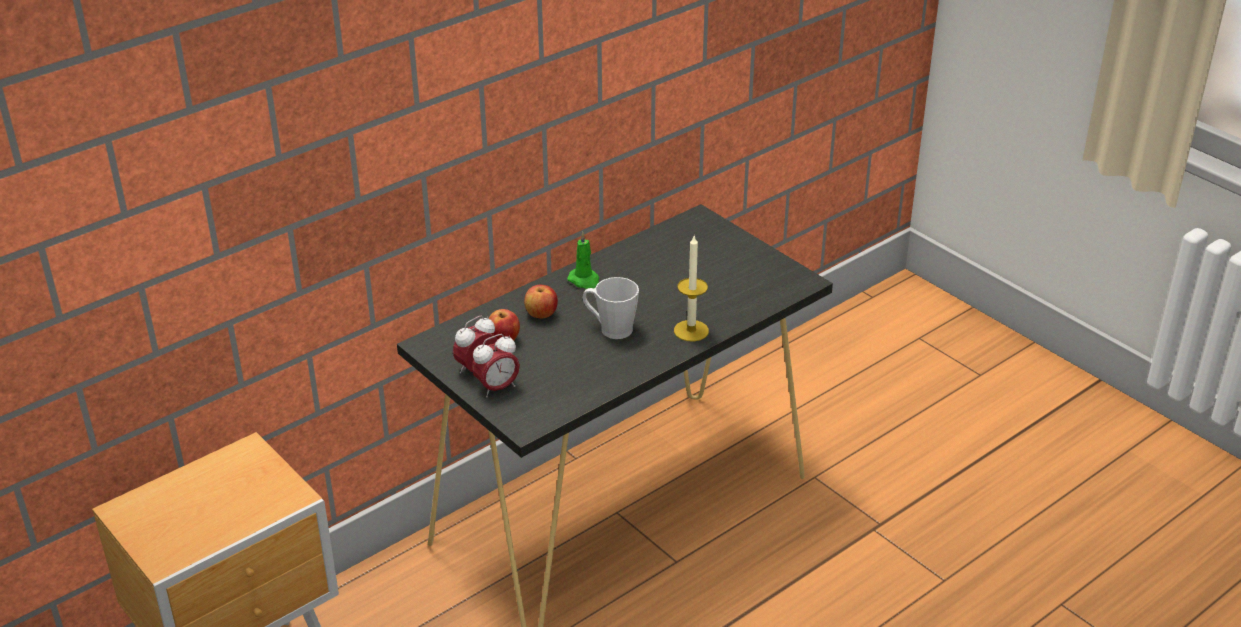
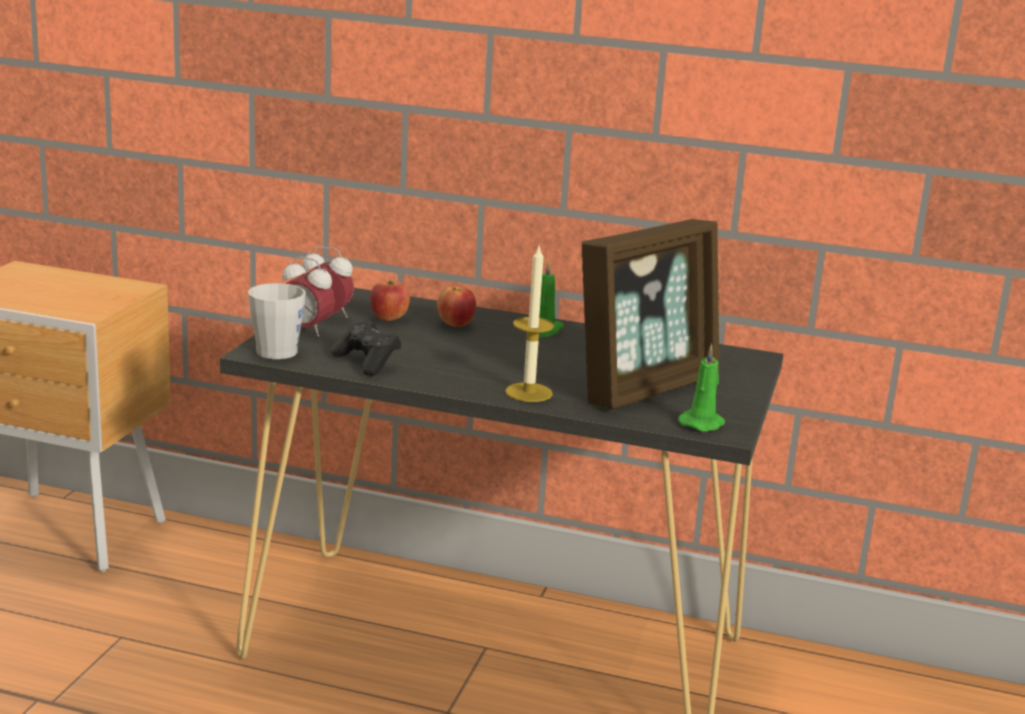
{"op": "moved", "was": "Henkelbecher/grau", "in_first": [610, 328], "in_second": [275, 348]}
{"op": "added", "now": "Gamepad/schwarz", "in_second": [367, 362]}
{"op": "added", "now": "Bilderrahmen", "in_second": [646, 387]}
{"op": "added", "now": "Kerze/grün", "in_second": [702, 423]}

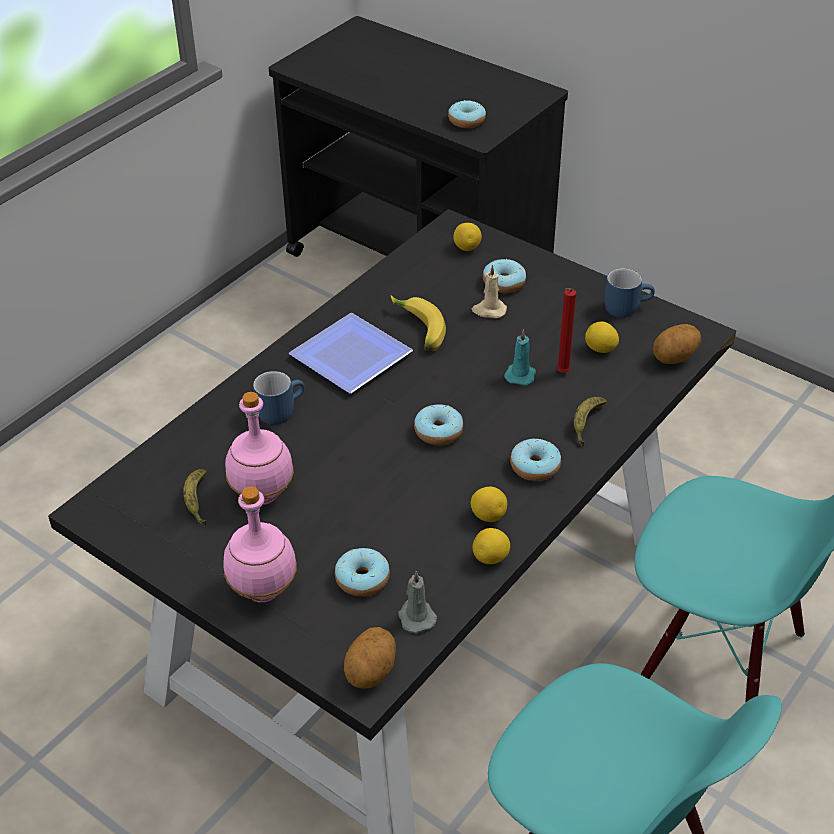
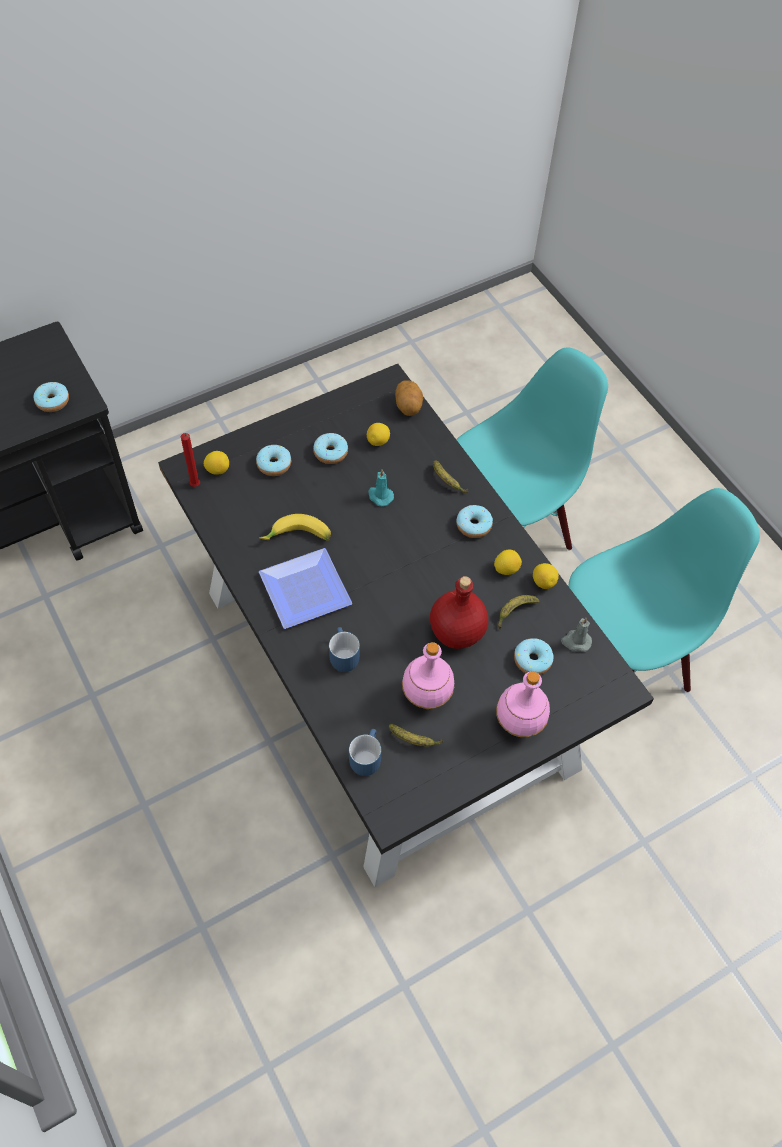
{"op": "moved", "was": "Kerze/rot", "in_first": [561, 374], "in_second": [196, 486]}
{"op": "moved", "was": "Donut", "in_first": [438, 432], "in_second": [330, 452]}
{"op": "moved", "was": "Henkelbecher/blau", "in_first": [626, 307], "in_second": [364, 757]}
{"op": "added", "now": "Flasche/rot", "in_second": [457, 633]}
{"op": "added", "now": "Banane", "in_second": [514, 612]}
{"op": "removed", "was": "Kartoffel", "in_first": [371, 672]}
{"op": "removed", "was": "Kerze/beige", "in_first": [489, 310]}

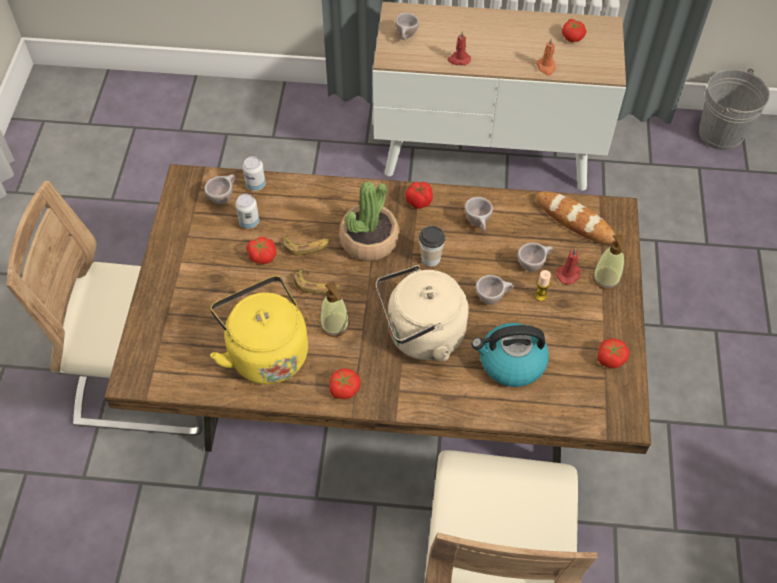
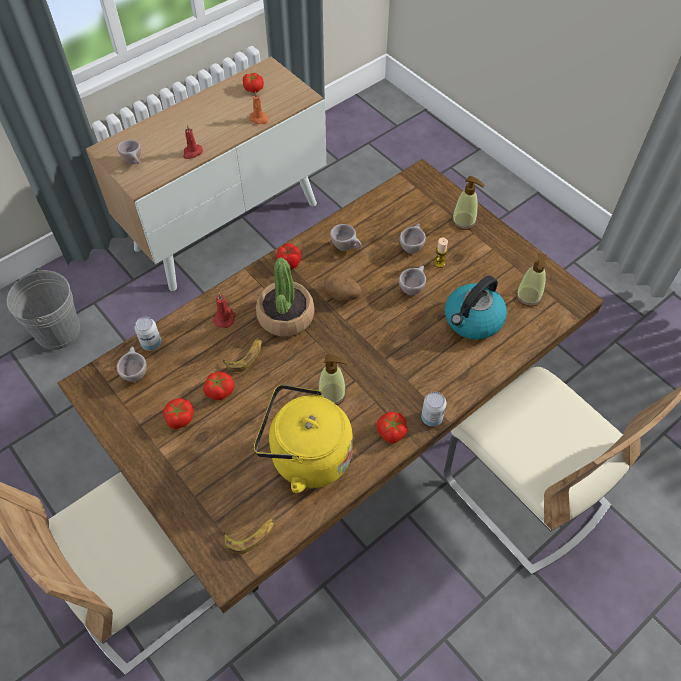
{"op": "moved", "was": "Eimer/grau", "in_first": [720, 134], "in_second": [58, 331]}
{"op": "moved", "was": "Tomate", "in_first": [610, 358], "in_second": [179, 418]}
{"op": "moved", "was": "Kerze/rot", "in_first": [569, 274], "in_second": [225, 317]}
{"op": "moved", "was": "Banane", "in_first": [317, 285], "in_second": [250, 536]}
{"op": "replaced", "was": "Tasse", "now": "Kartoffel", "in_first": [430, 258], "in_second": [342, 295]}
{"op": "moved", "was": "Dose", "in_first": [249, 222], "in_second": [431, 418]}
{"op": "added", "now": "Seifenspender", "in_second": [528, 297]}
{"op": "removed", "was": "Wasserkessel/beige", "in_first": [421, 335]}
{"op": "removed", "was": "Brot", "in_first": [574, 220]}

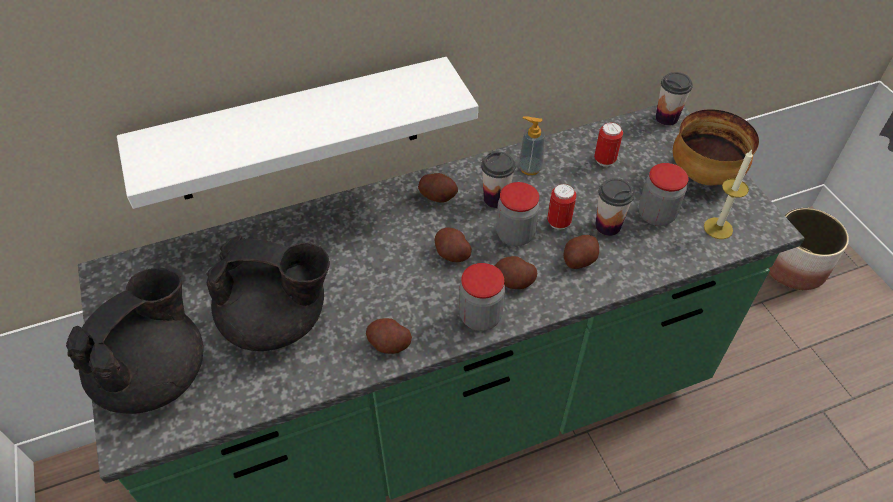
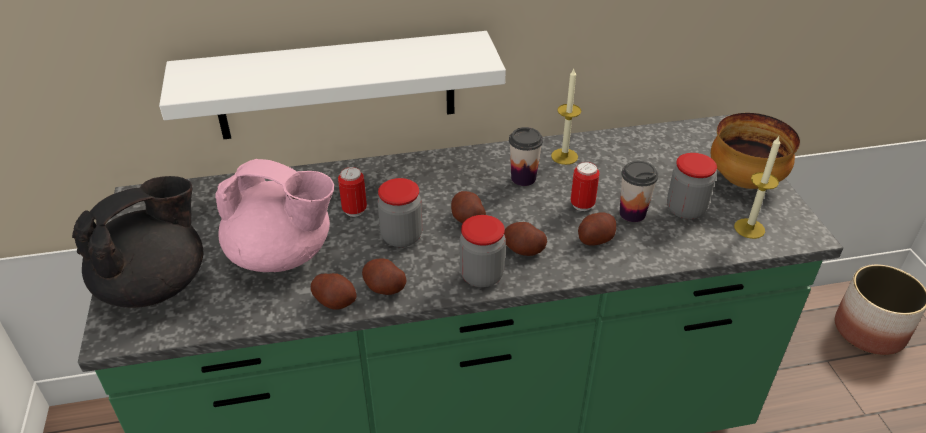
{"op": "recoloured", "was": "Teekanne/schwarz", "now": "Teekanne/rosa", "in_first": [277, 321], "in_second": [282, 254]}
{"op": "moved", "was": "Kartoffel", "in_first": [438, 196], "in_second": [335, 301]}
{"op": "moved", "was": "Dose", "in_first": [604, 160], "in_second": [354, 210]}
{"op": "moved", "was": "Vorratsglas", "in_first": [515, 234], "in_second": [401, 237]}
{"op": "replaced", "was": "Seifenspender", "now": "Kerze", "in_first": [530, 168], "in_second": [564, 156]}
{"op": "removed", "was": "Tasse", "in_first": [666, 118]}

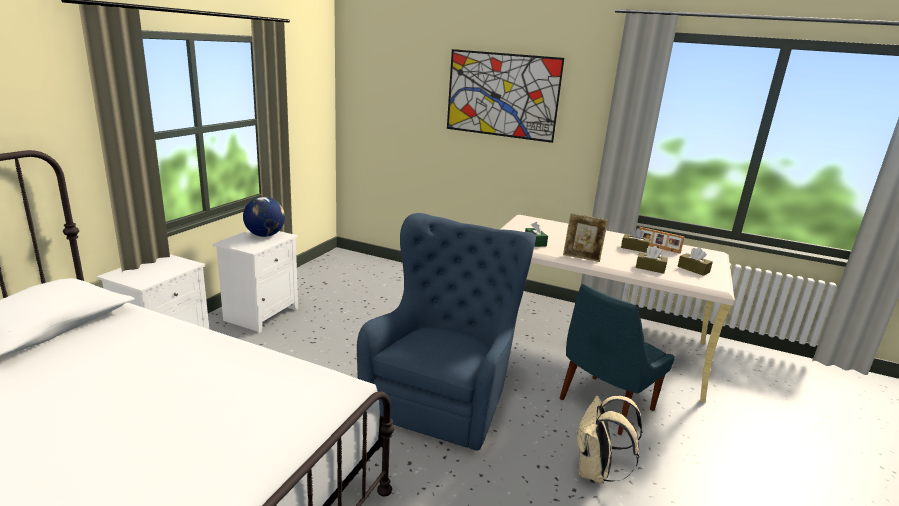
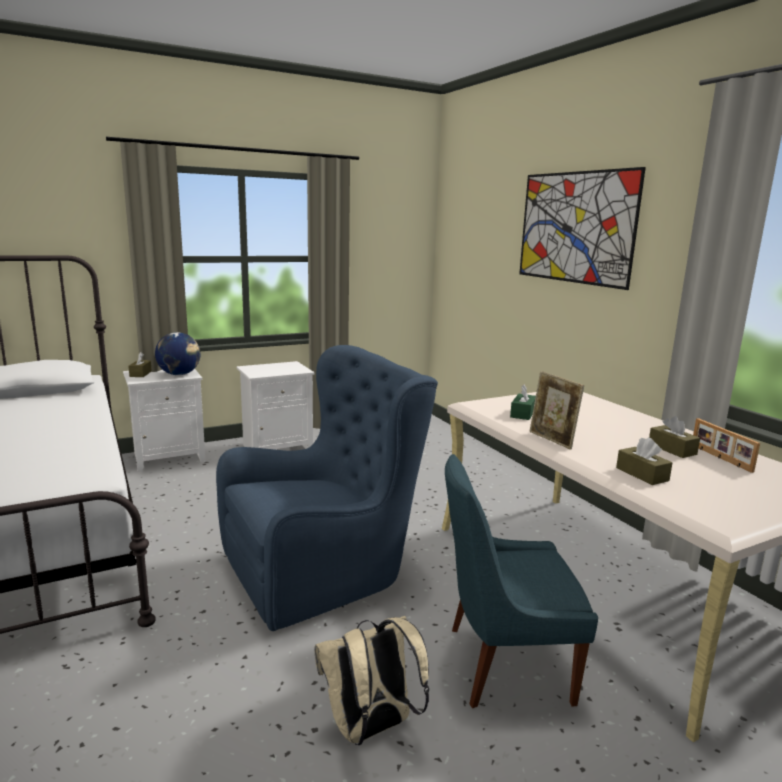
{"op": "moved", "was": "Taschentuchbox/braun", "in_first": [693, 269], "in_second": [141, 373]}
{"op": "moved", "was": "Globus", "in_first": [265, 235], "in_second": [179, 374]}

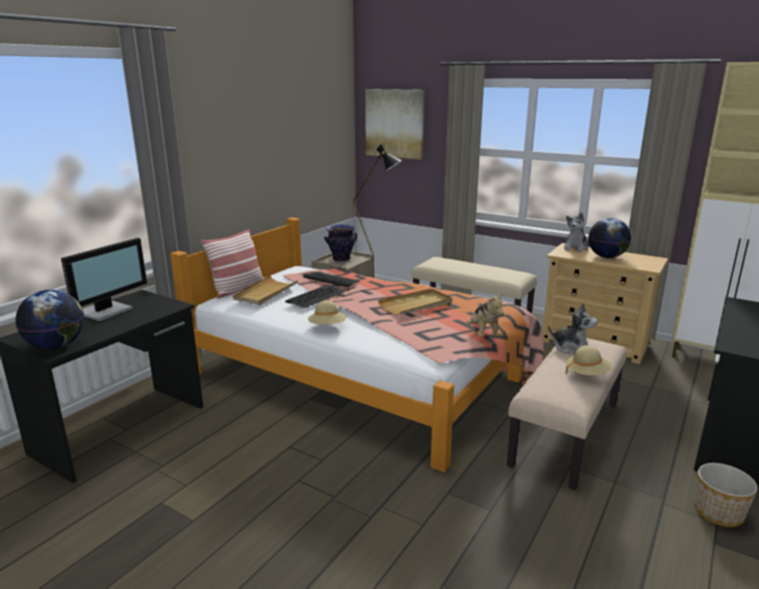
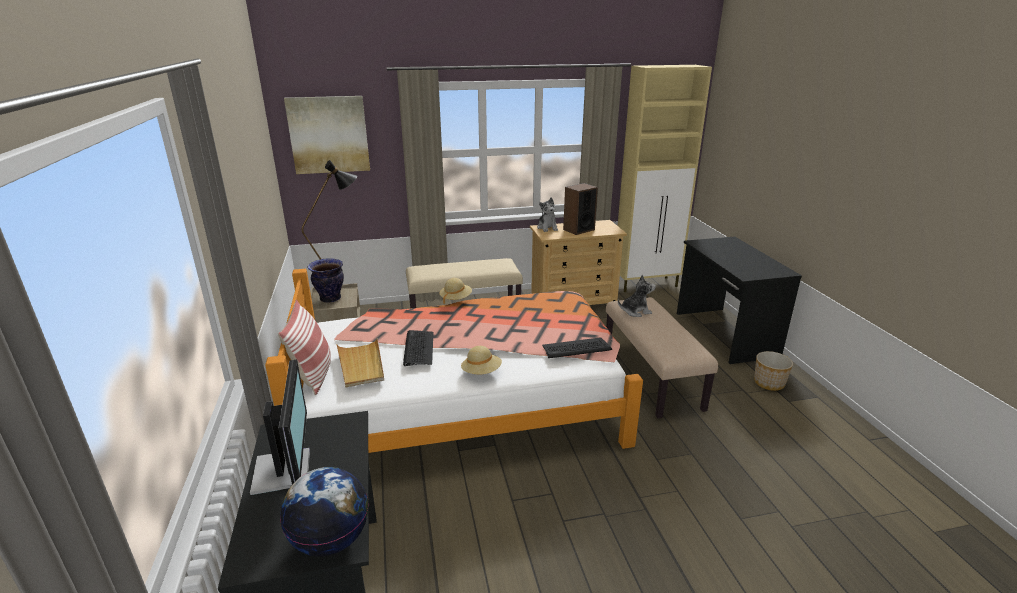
{"op": "moved", "was": "Hut/beige", "in_first": [587, 374], "in_second": [456, 299]}
{"op": "moved", "was": "Tastatur", "in_first": [331, 280], "in_second": [576, 348]}
{"op": "replaced", "was": "Globus", "now": "Lautsprecher", "in_first": [606, 257], "in_second": [578, 229]}
{"op": "removed", "was": "Tablett/beige", "in_first": [416, 304]}
{"op": "removed", "was": "Plüschtier", "in_first": [483, 333]}

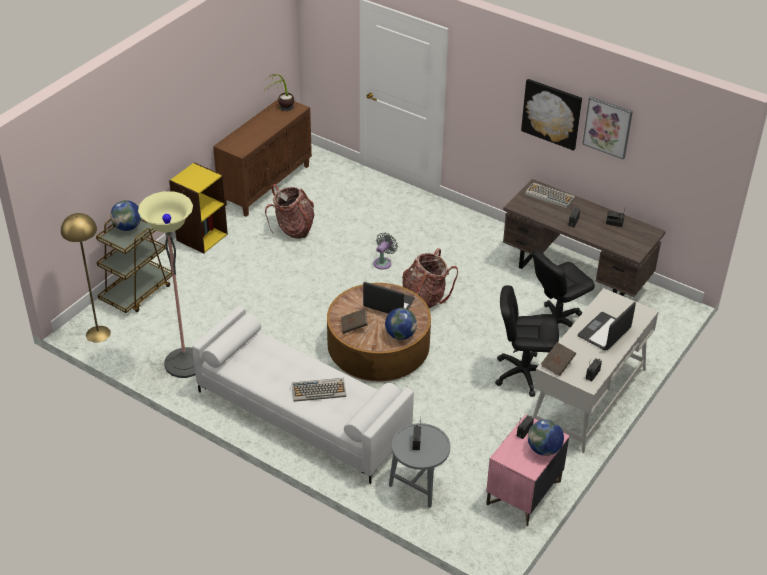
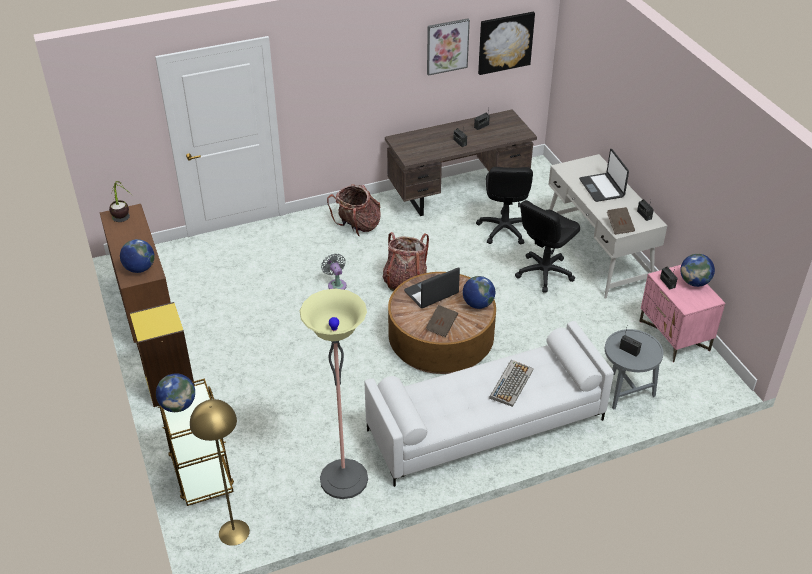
{"op": "added", "now": "Globus", "in_second": [140, 268]}
{"op": "moved", "was": "Rucksack", "in_first": [293, 229], "in_second": [358, 226]}
{"op": "moved", "was": "Bild", "in_first": [552, 113], "in_second": [505, 42]}
{"op": "removed", "was": "Tastatur", "in_first": [549, 196]}

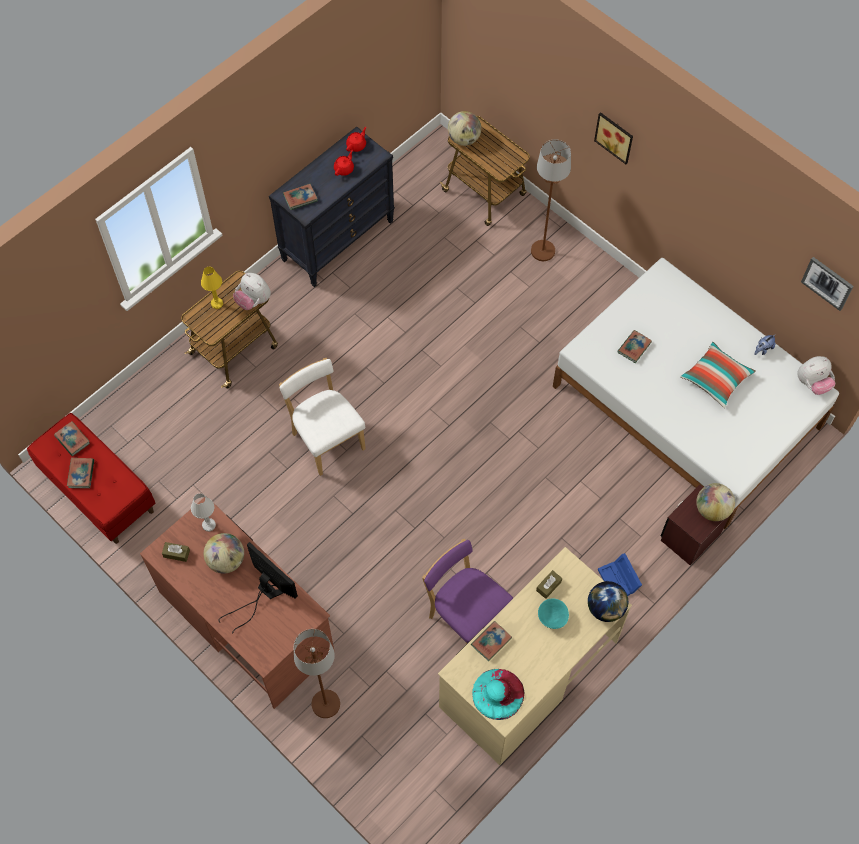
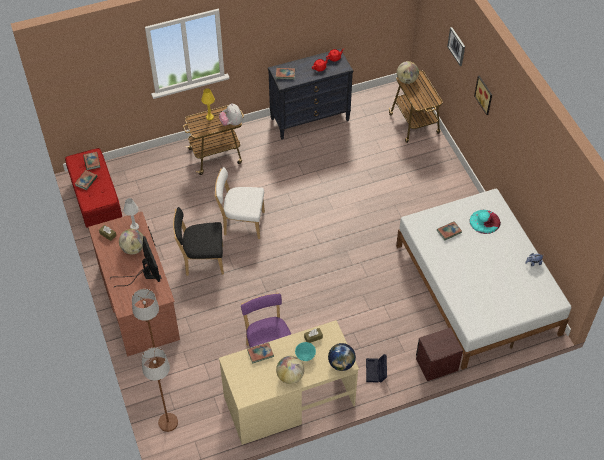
{"op": "moved", "was": "Stehlampe/braun", "in_first": [542, 251], "in_second": [168, 422]}
{"op": "added", "now": "Stuhl/schwarz", "in_second": [202, 260]}
{"op": "turned", "was": "Stuhl/weiß", "in_first": [326, 439], "in_second": [241, 223], "clockwise": -75}
{"op": "moved", "was": "Globus", "in_first": [712, 509], "in_second": [290, 376]}
{"op": "recoloured", "was": "Aufbewahrungsbox/blau", "now": "Aufbewahrungsbox/schwarz", "in_first": [619, 581], "in_second": [376, 371]}
{"op": "moved", "was": "Bild", "in_first": [827, 283], "in_second": [457, 46]}
{"op": "moved", "was": "Hut/türkis", "in_first": [498, 694], "in_second": [484, 221]}
{"op": "removed", "was": "Kissen", "in_first": [716, 379]}
{"op": "removed", "was": "Plüschtier", "in_first": [812, 383]}

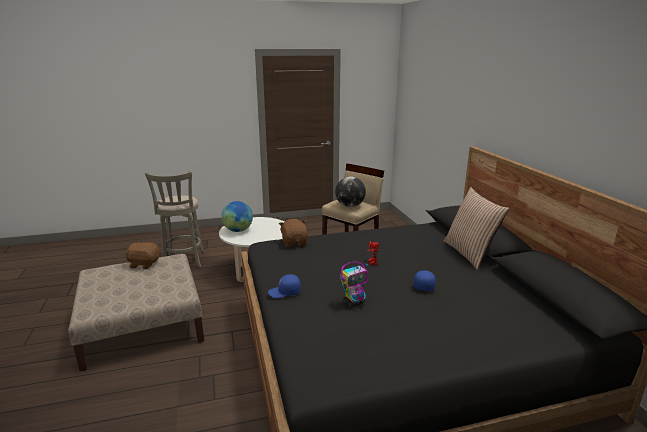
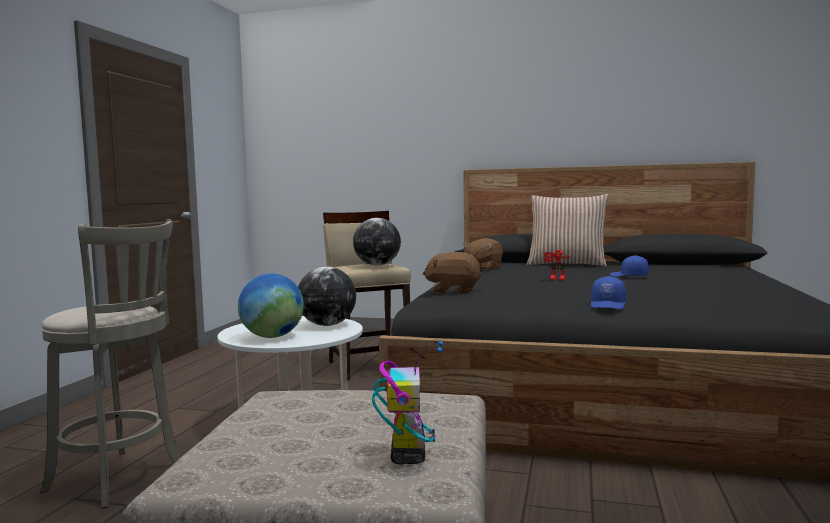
{"op": "added", "now": "Globus", "in_second": [327, 325]}
{"op": "moved", "was": "Spielzeugroboter", "in_first": [354, 302], "in_second": [408, 456]}
{"op": "moved", "was": "Plüschtier/braun", "in_first": [144, 264], "in_second": [483, 268]}

